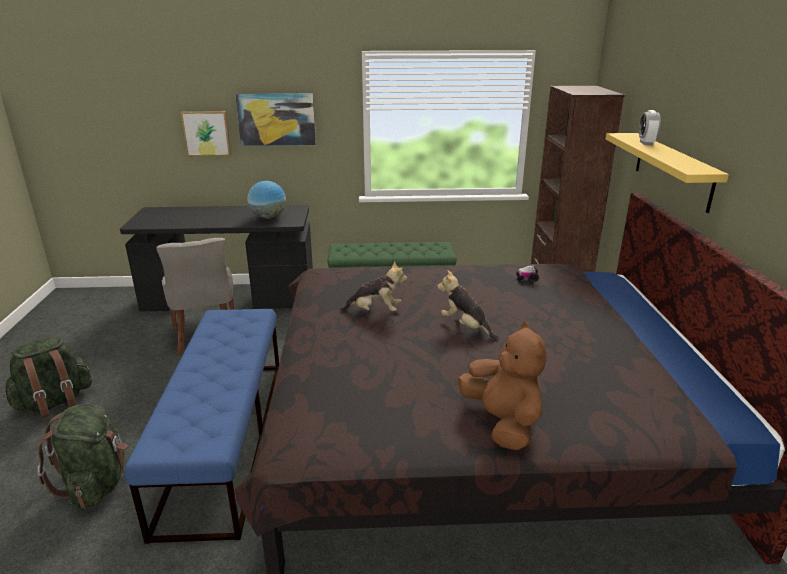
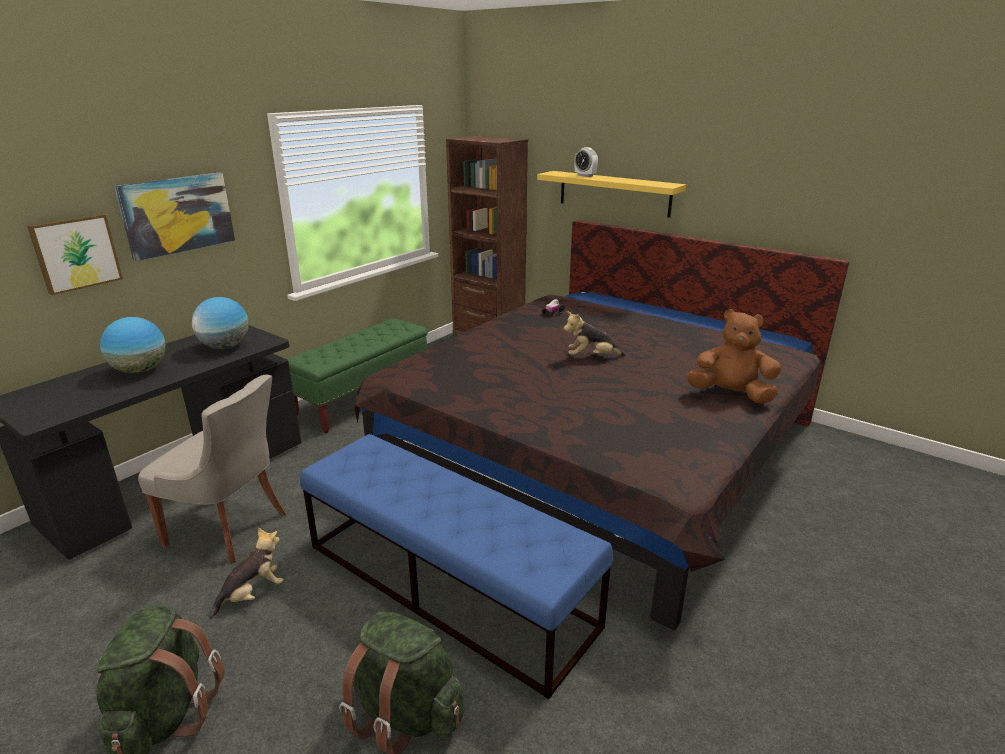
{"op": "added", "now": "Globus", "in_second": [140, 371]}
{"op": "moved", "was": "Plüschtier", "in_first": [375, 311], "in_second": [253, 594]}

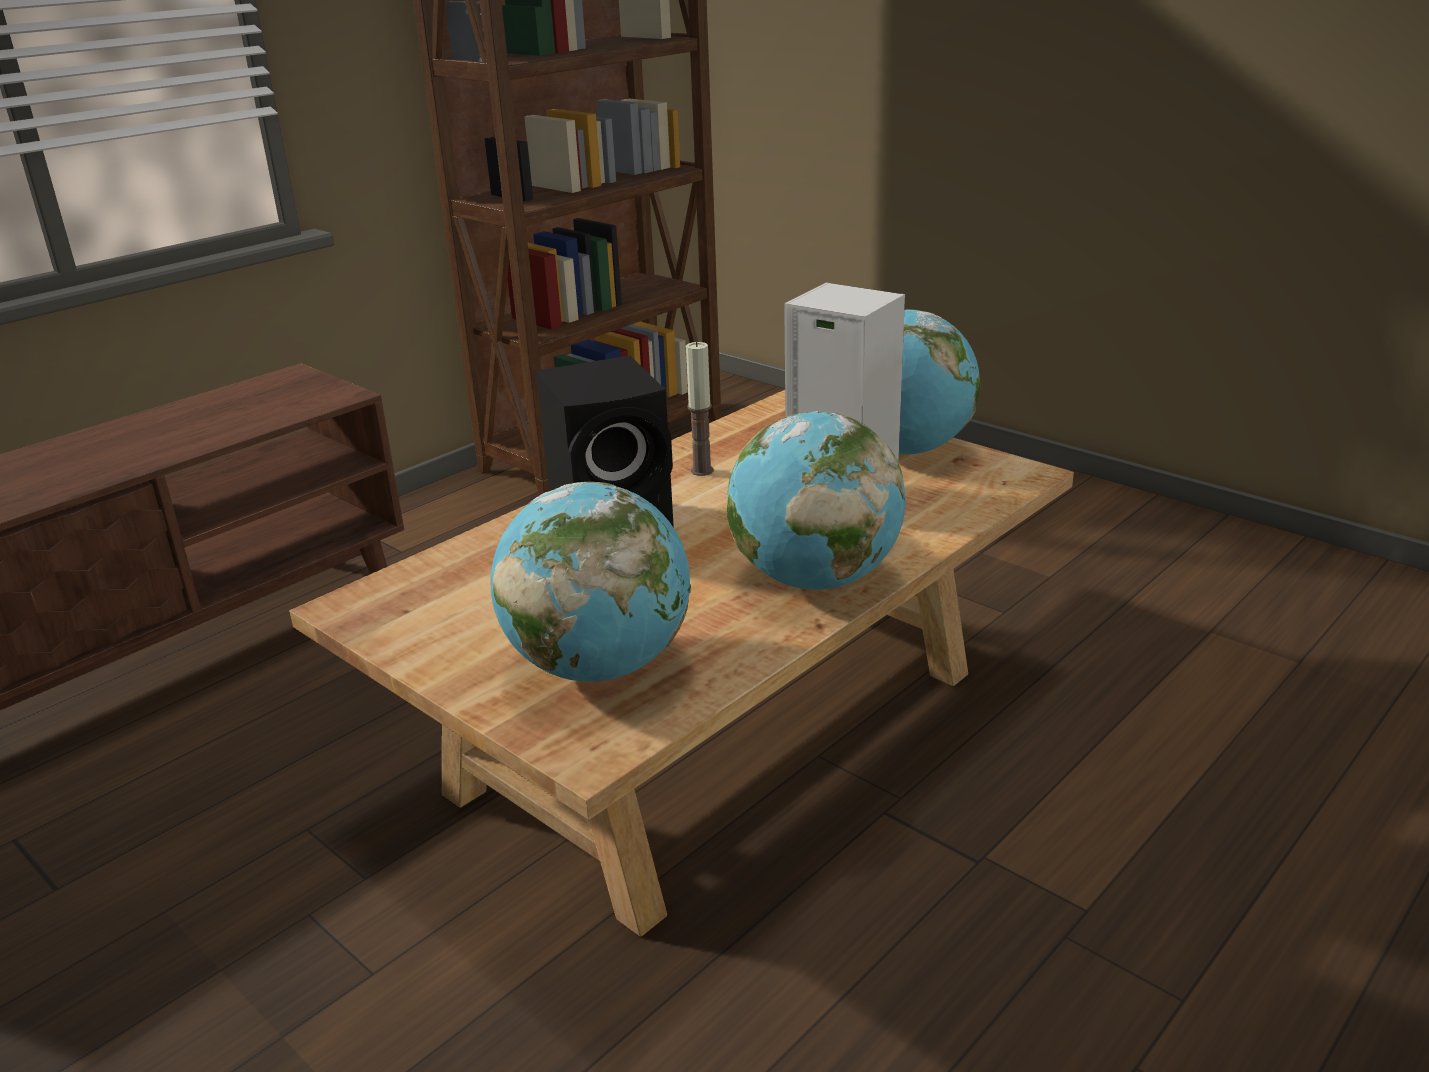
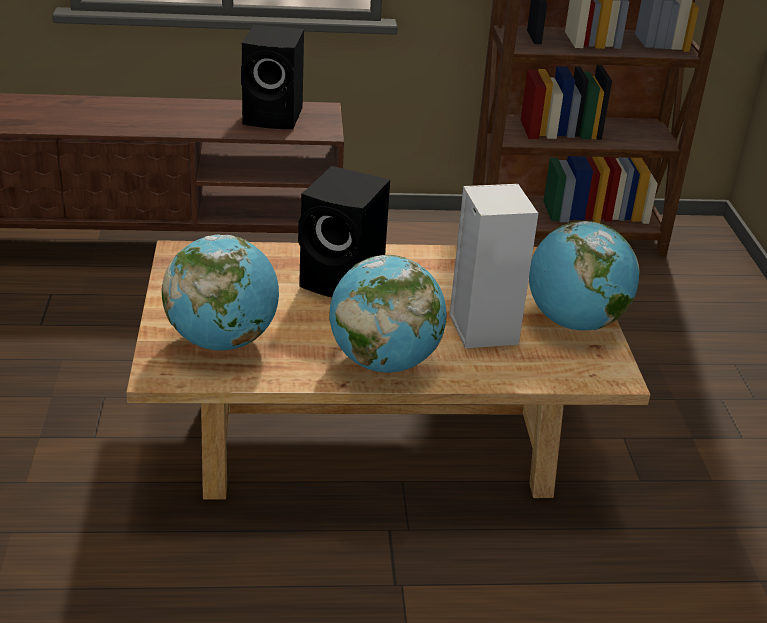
{"op": "added", "now": "Lautsprecher/schwarz", "in_second": [275, 117]}
{"op": "removed", "was": "Kerze", "in_first": [702, 471]}

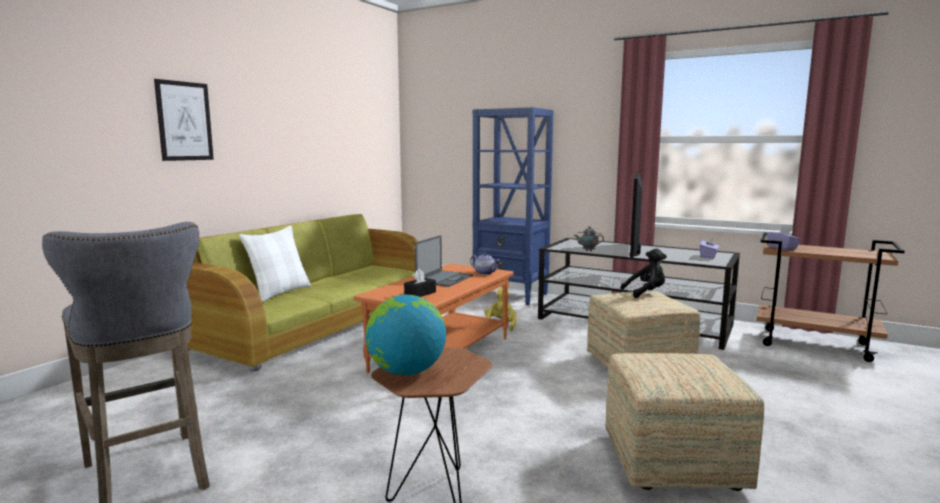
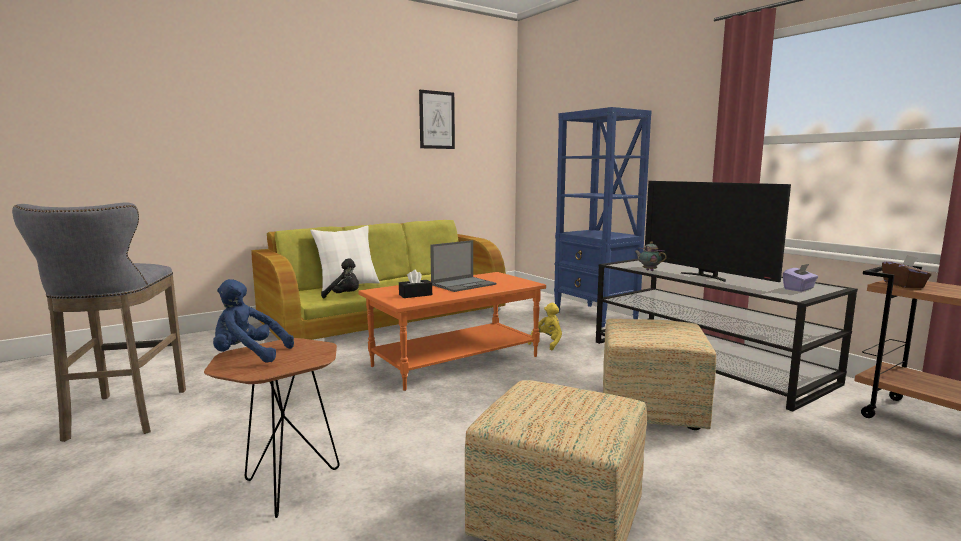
{"op": "replaced", "was": "Globus", "now": "Plüschtier/blau", "in_first": [406, 372], "in_second": [248, 355]}
{"op": "moved", "was": "Plüschtier/schwarz", "in_first": [646, 293], "in_second": [344, 296]}
{"op": "moved", "was": "Bild", "in_first": [184, 121], "in_second": [437, 120]}
{"op": "turned", "was": "Fernseher", "in_first": [635, 252], "in_second": [705, 276], "clockwise": -75}
{"op": "recoloured", "was": "Taschentuchbox/lila", "now": "Taschentuchbox/braun", "in_first": [782, 248], "in_second": [903, 285]}
{"op": "removed", "was": "Teekanne", "in_first": [485, 273]}

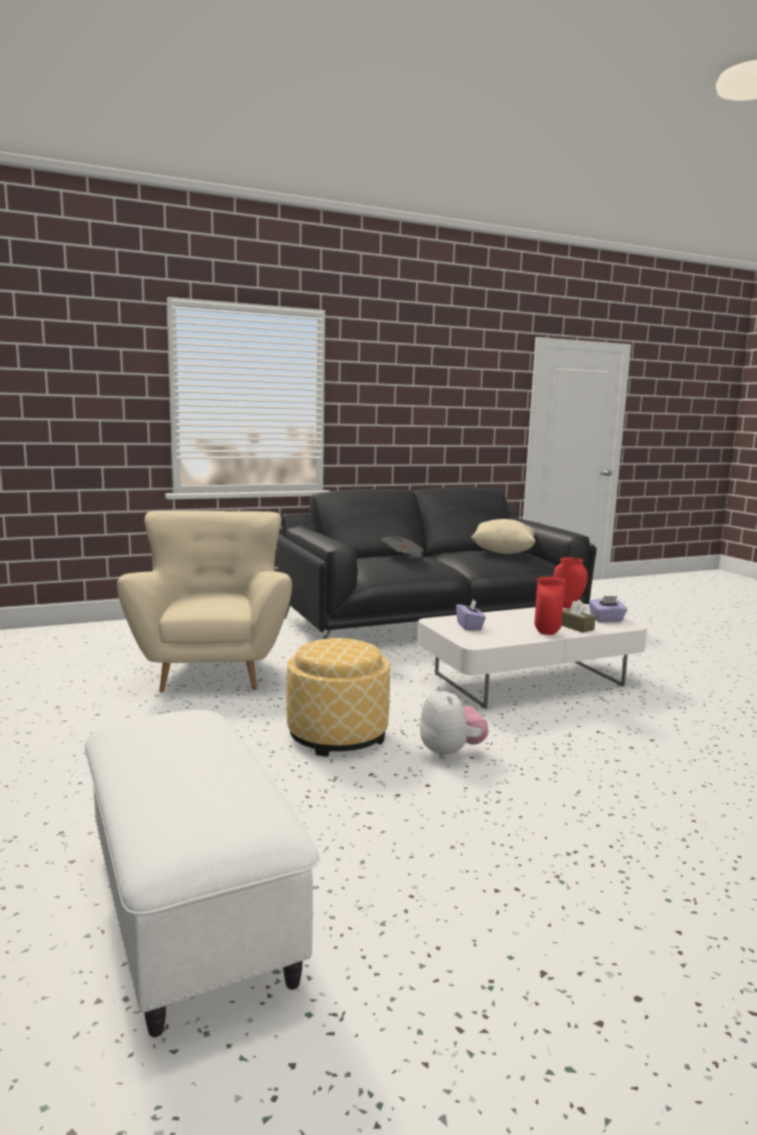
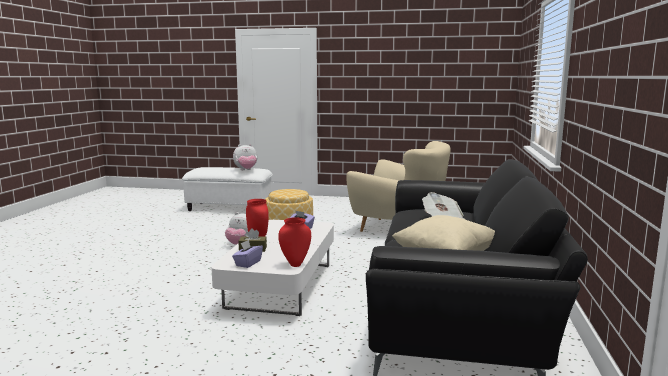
{"op": "added", "now": "Plüschtier", "in_second": [246, 170]}

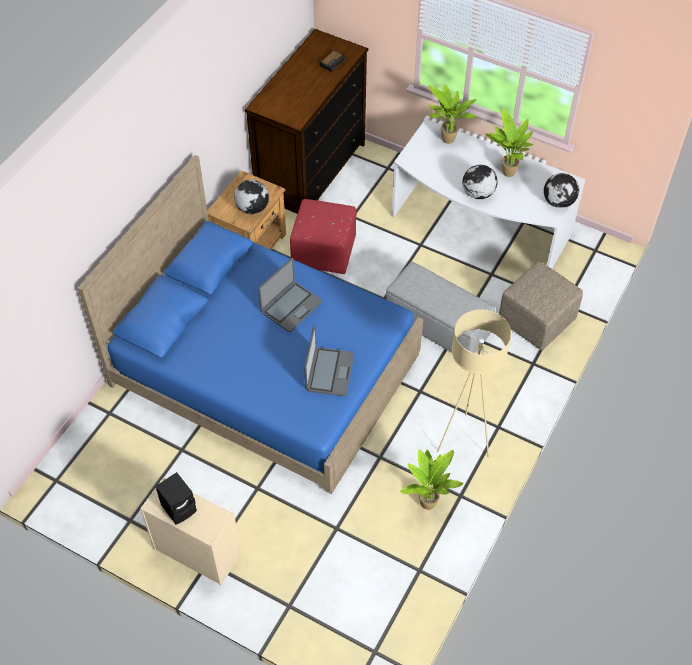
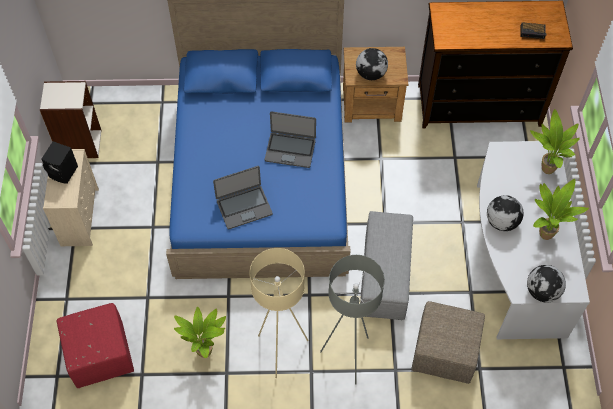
{"op": "added", "now": "Bücherregal", "in_second": [79, 144]}
{"op": "moved", "was": "Polsterhocker/rot", "in_first": [323, 252], "in_second": [99, 354]}
{"op": "added", "now": "Stehlampe/grau", "in_second": [348, 357]}

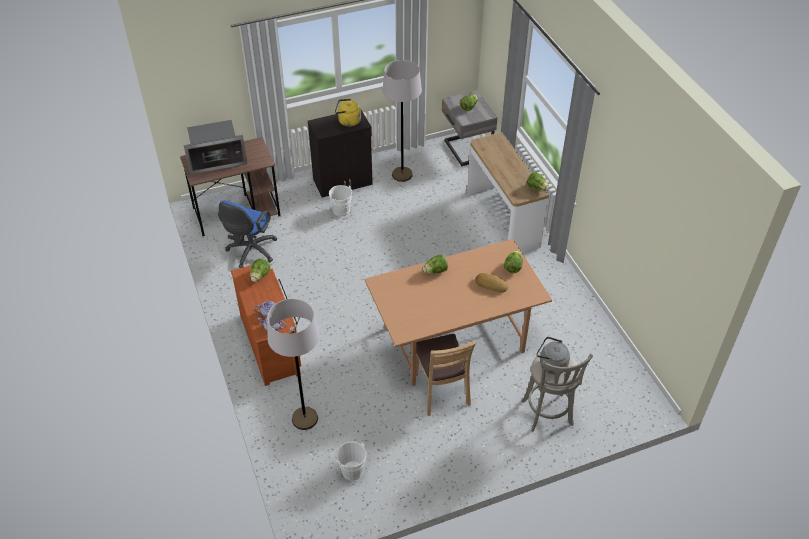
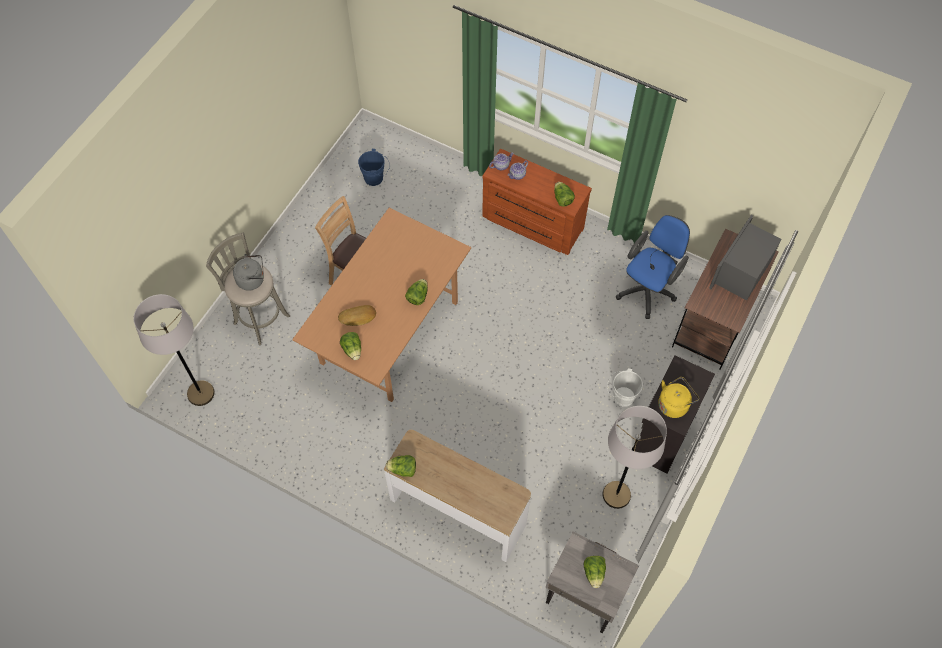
{"op": "moved", "was": "Stehlampe/grau", "in_first": [305, 419], "in_second": [200, 393]}
{"op": "recoloured", "was": "Eimer/weiß", "now": "Eimer/blau", "in_first": [351, 469], "in_second": [375, 178]}
{"op": "turned", "was": "Bürostuhl/blau", "in_first": [250, 252], "in_second": [648, 289], "clockwise": 60}

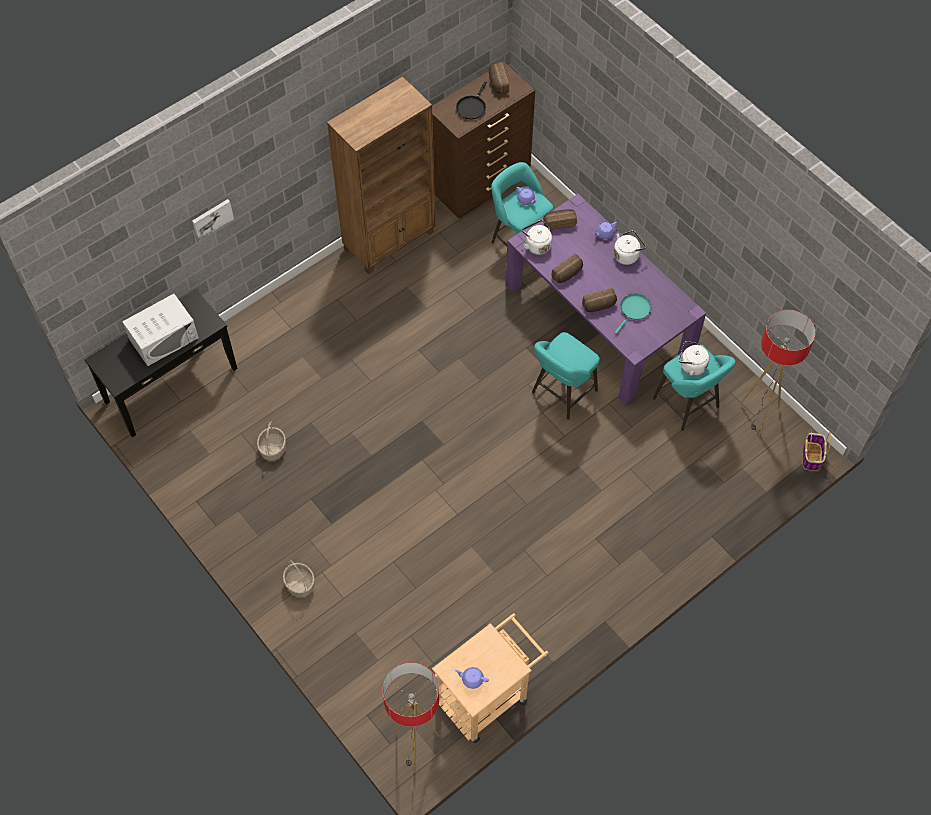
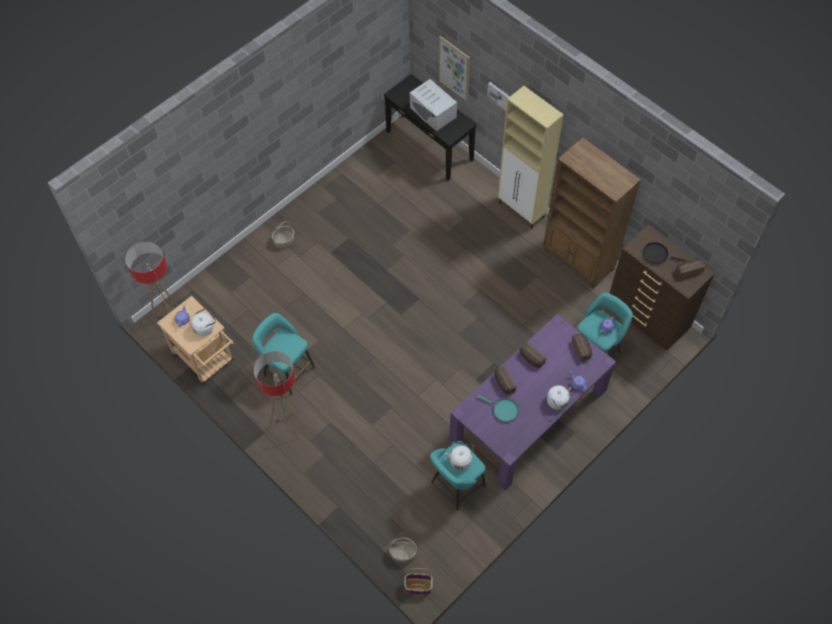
{"op": "moved", "was": "Wasserkessel/weiß", "in_first": [537, 245], "in_second": [205, 327]}
{"op": "moved", "was": "Hocker/türkis", "in_first": [562, 394], "in_second": [287, 370]}
{"op": "moved", "was": "Stehlampe", "in_first": [759, 415], "in_second": [288, 425]}
{"op": "moved", "was": "Korb", "in_first": [272, 448], "in_second": [403, 552]}
{"op": "added", "now": "Bild", "in_second": [454, 68]}
{"op": "added", "now": "Schrank/beige", "in_second": [521, 211]}

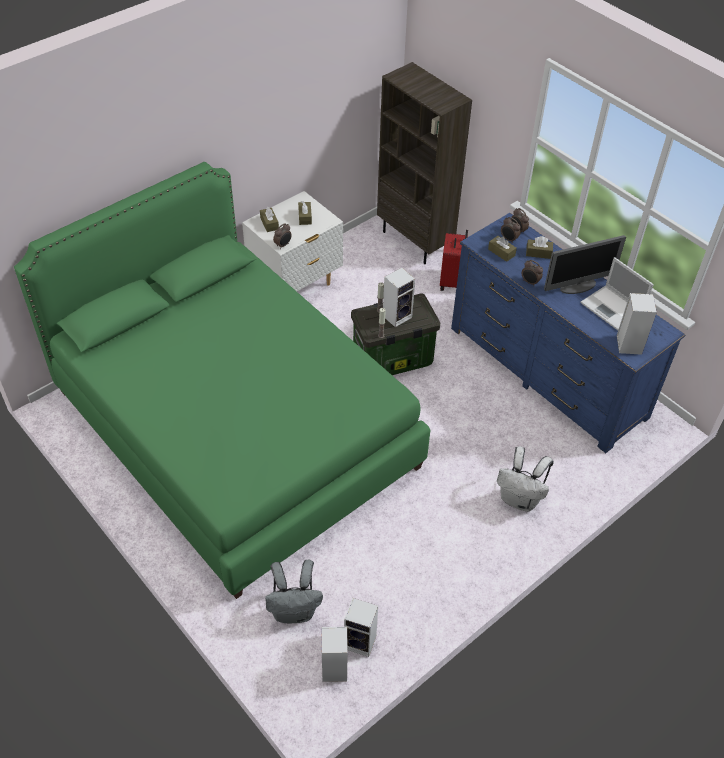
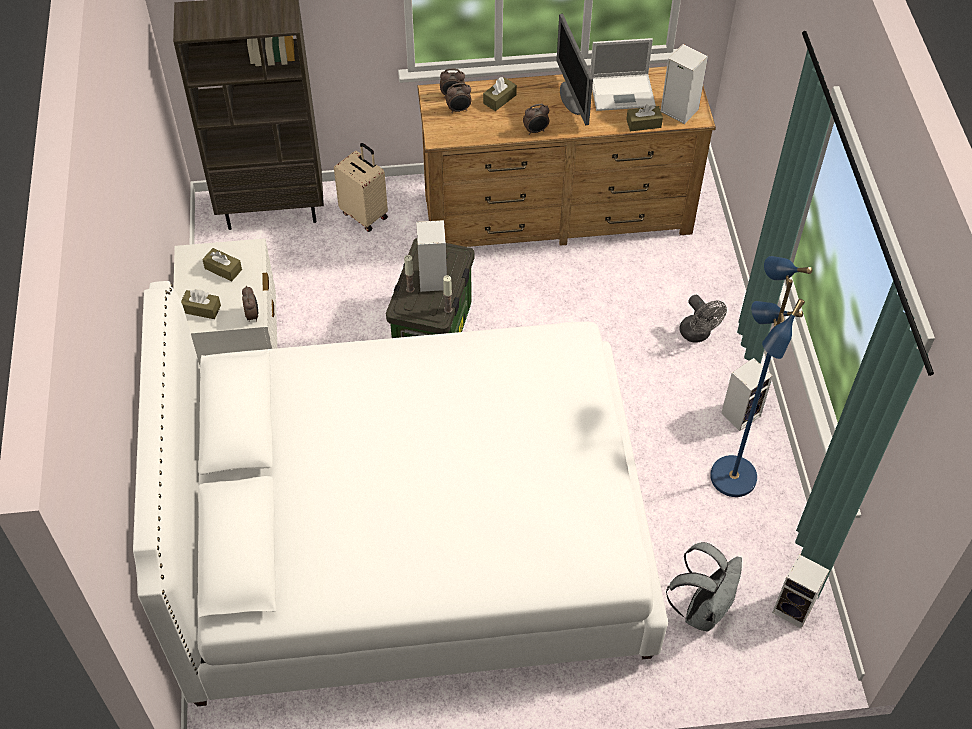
{"op": "recoloured", "was": "Bett/grün", "now": "Bett/weiß", "in_first": [235, 428], "in_second": [412, 539]}
{"op": "recoloured", "was": "Koffer/rot", "now": "Koffer/beige", "in_first": [452, 282], "in_second": [365, 214]}
{"op": "recoloured", "was": "Kommode/blau", "now": "Kommode/braun", "in_first": [546, 372], "in_second": [557, 214]}
{"op": "turned", "was": "Monitor", "in_first": [578, 286], "in_second": [572, 98], "clockwise": 150}
{"op": "moved", "was": "Taschentuchbox/braun", "in_first": [501, 252], "in_second": [643, 123]}
{"op": "replaced", "was": "Rucksack/weiß", "now": "Ventilator/grau", "in_first": [520, 499], "in_second": [698, 334]}
{"op": "added", "now": "Stehlampe/blau", "in_second": [731, 477]}
{"op": "moved", "was": "Lautsprecher", "in_first": [361, 642], "in_second": [741, 413]}

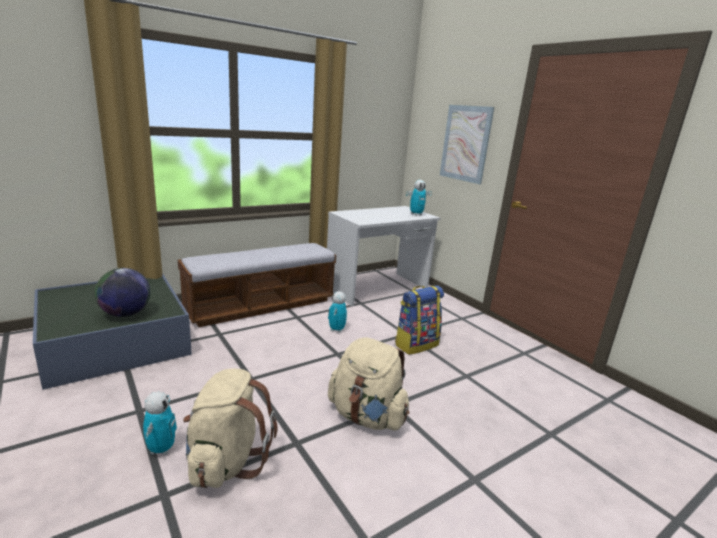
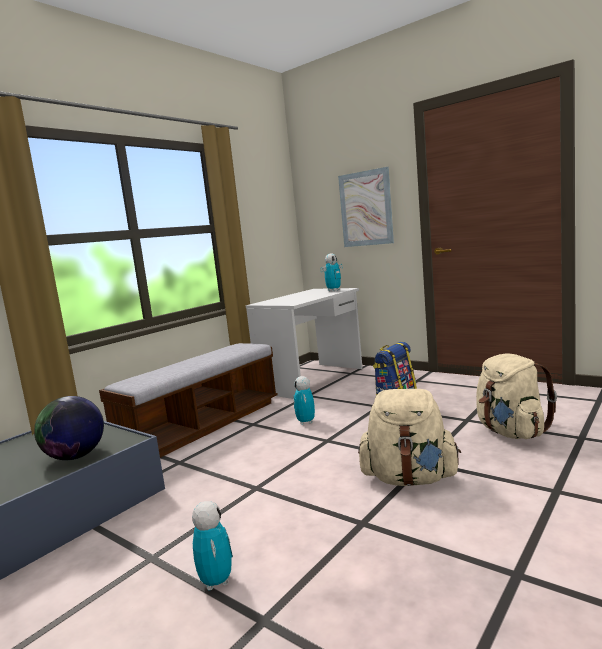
{"op": "moved", "was": "Rucksack/beige", "in_first": [227, 461], "in_second": [511, 432]}

